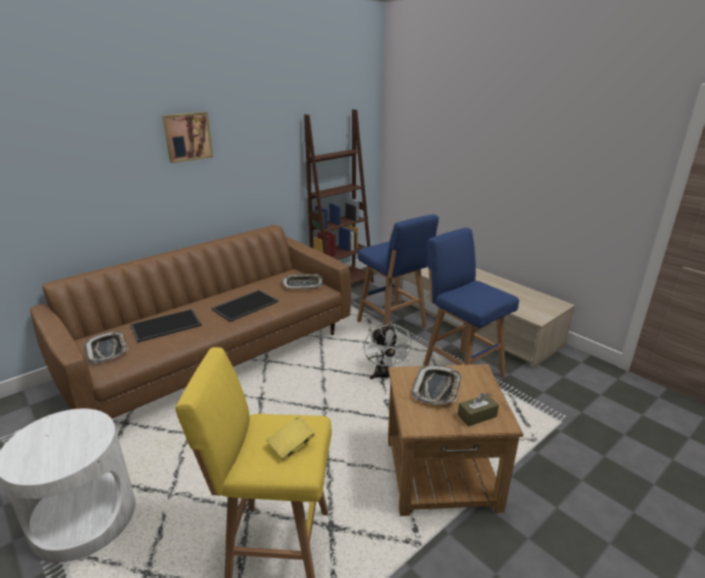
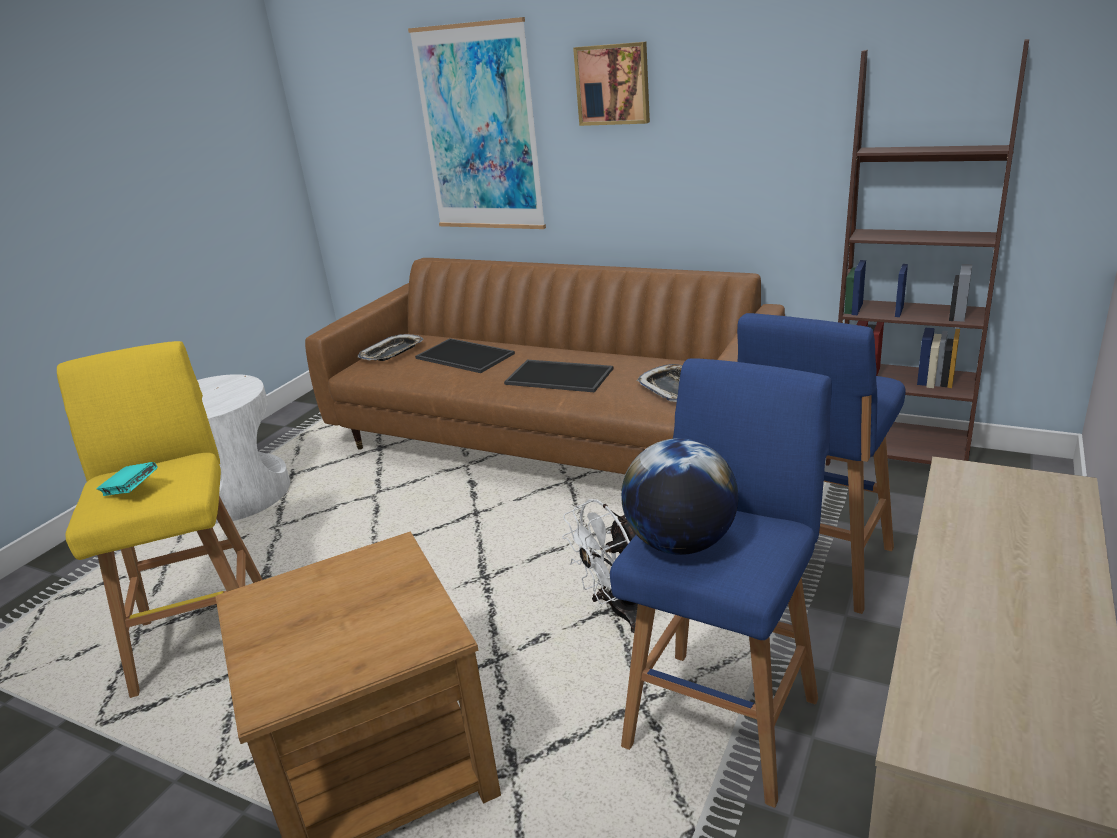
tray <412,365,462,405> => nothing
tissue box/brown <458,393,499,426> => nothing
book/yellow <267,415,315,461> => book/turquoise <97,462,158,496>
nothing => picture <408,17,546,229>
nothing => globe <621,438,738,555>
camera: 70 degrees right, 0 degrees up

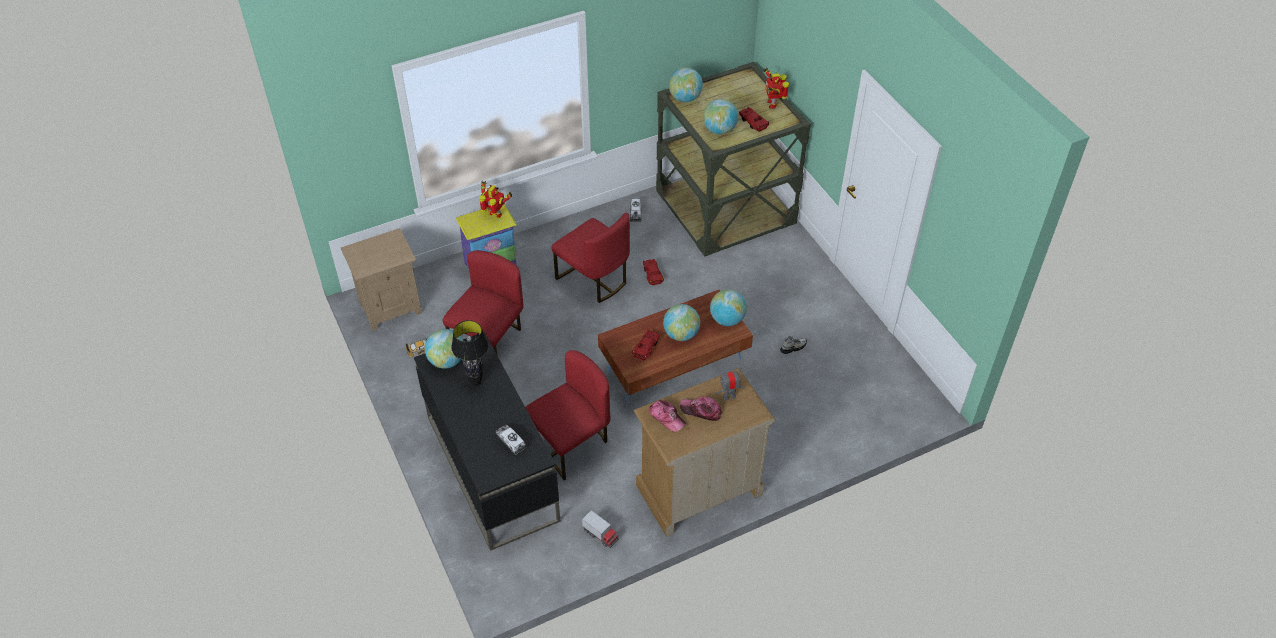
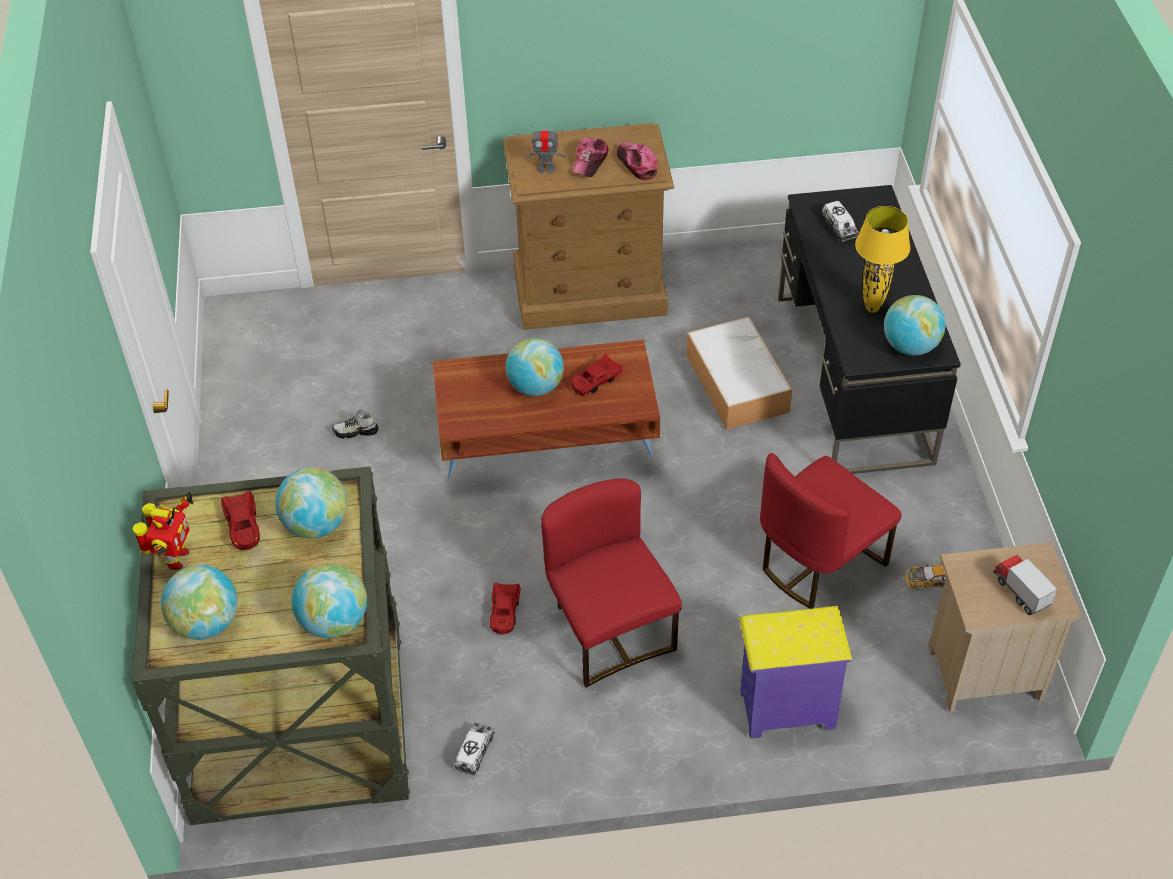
toy robot <479,181,512,218> => nothing
globe <710,290,747,326> => globe <161,565,238,640>, moved
table lamp/black <451,320,489,386> => table lamp/yellow <855,206,910,313>
chair/red <525,350,610,480> => storage box <686,317,792,430>
cap <680,396,722,421> => cap <571,138,609,177>, 75 degrees clockwise
toy truck <582,510,619,548> => toy truck <993,555,1058,615>, moved
camera: 160 degrees left, 0 degrees up

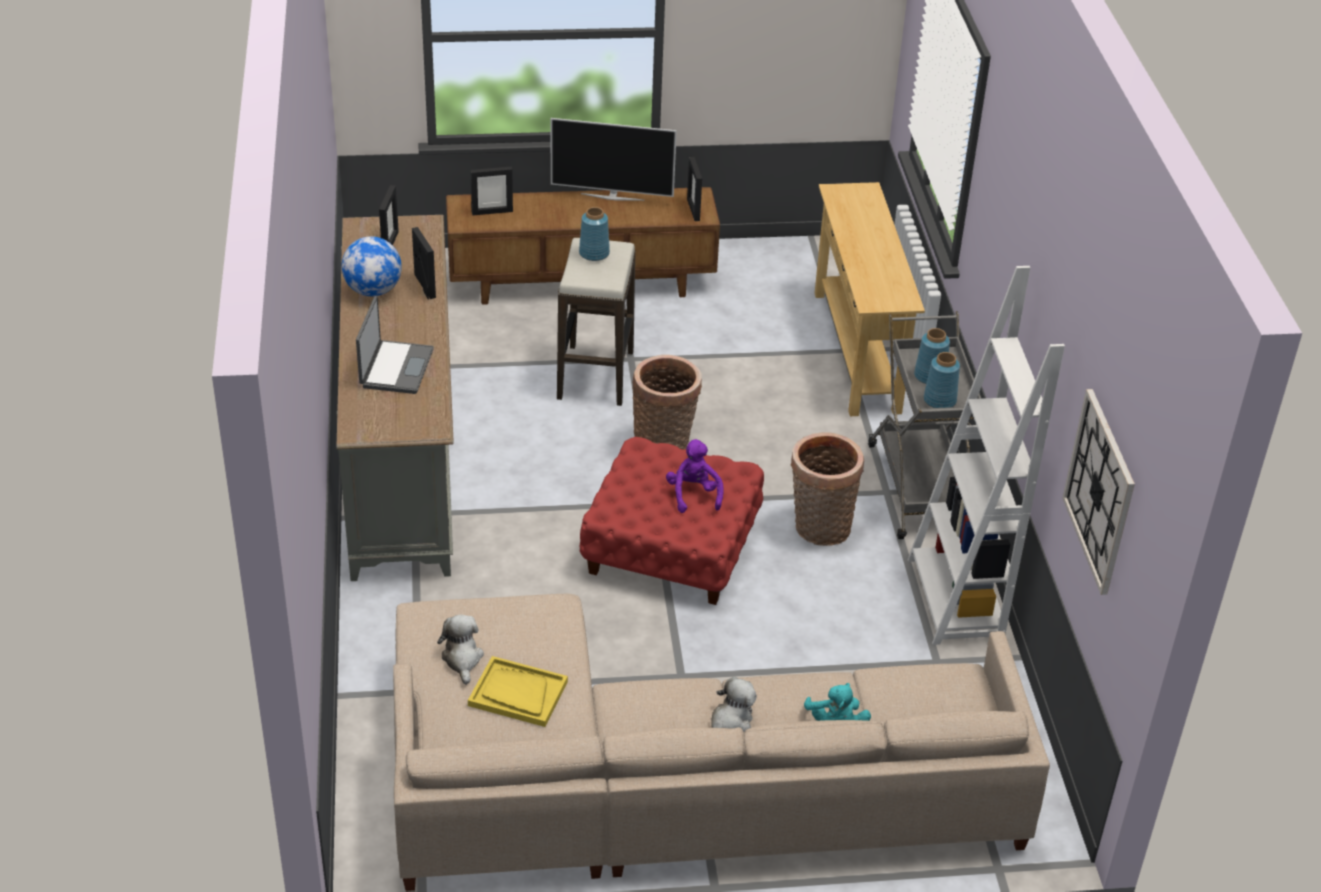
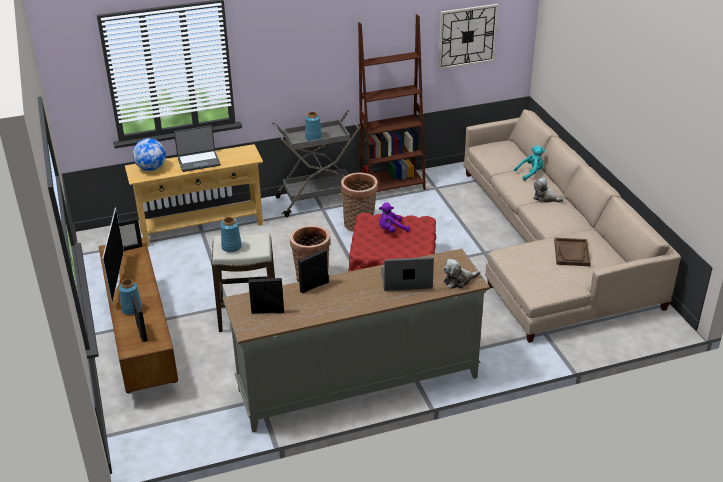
globe <342,236,402,296> => globe <133,138,166,171>, moved
bookcase/white <908,266,1065,645> => bookcase/brown <358,14,426,192>
vase/blue <924,352,960,408> => vase/blue <119,279,142,315>, moved
plush toy <437,615,484,685> => plush toy <443,259,480,289>, moved
tray/yellow <468,656,568,727> => tray/brown <554,238,591,266>
nothing => laptop <174,125,221,172>
camera: 100 degrees left, 5 degrees down

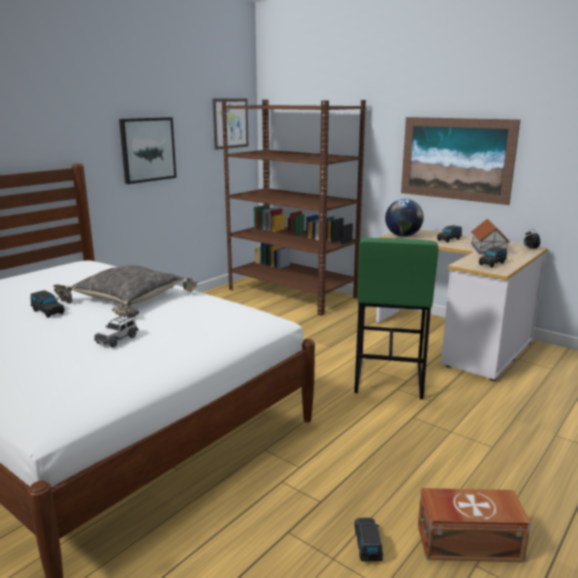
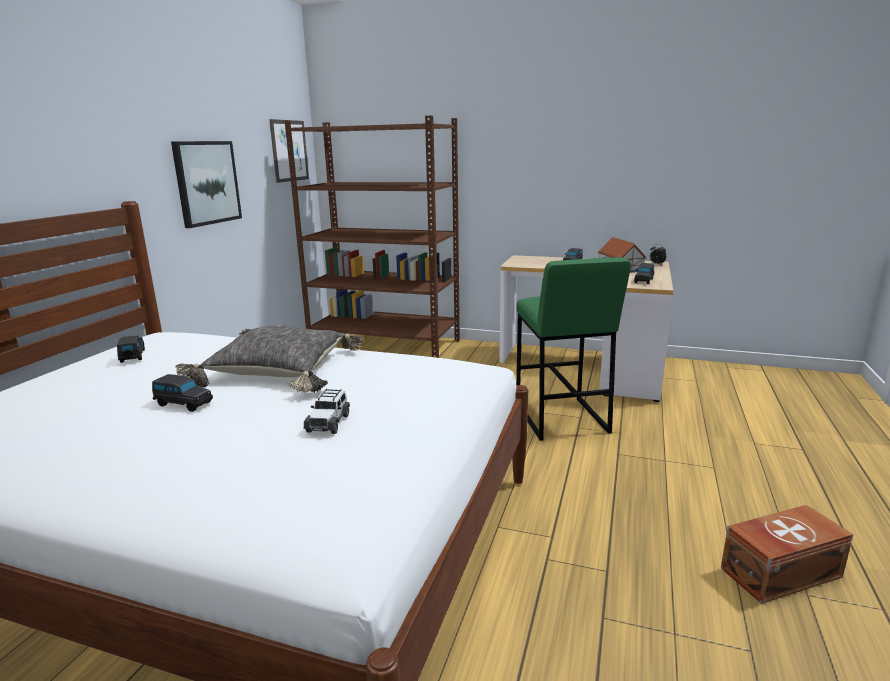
picture <401,117,520,205> => nothing
globe <385,199,424,237> => nothing
toy car/black <354,517,383,562> => toy car/black <117,335,145,363>, moved
camera: 20 degrees left, 0 degrees up

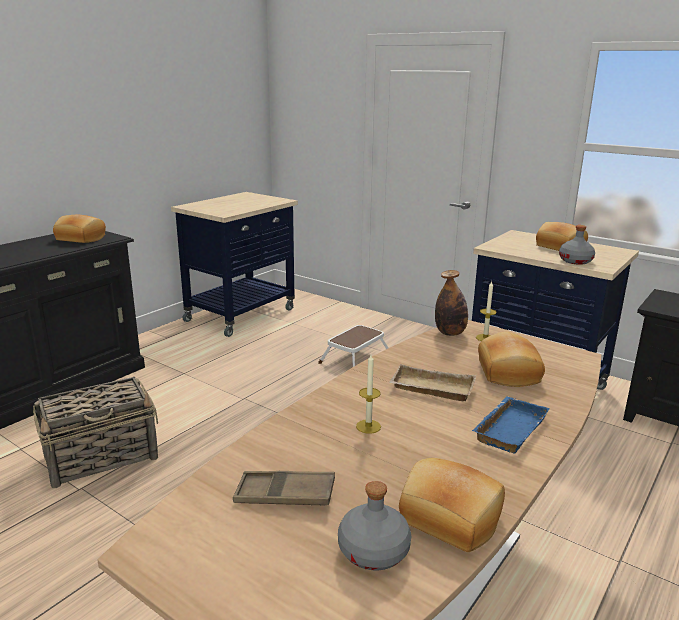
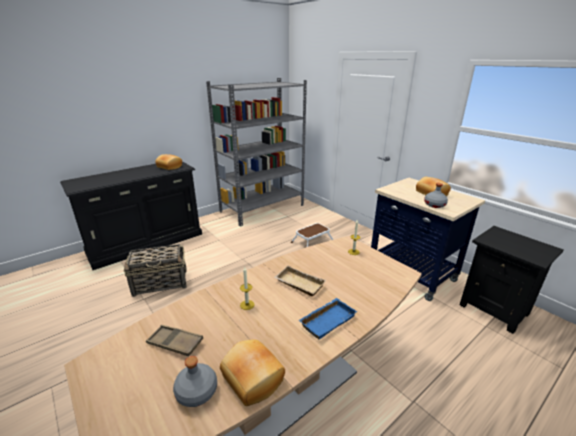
cart/blue <171,192,298,337> => bookcase/grey <206,78,307,227>
bottle <435,270,468,336> => nothing
bread <478,332,545,387> => nothing
camera: 15 degrees right, 5 degrees up

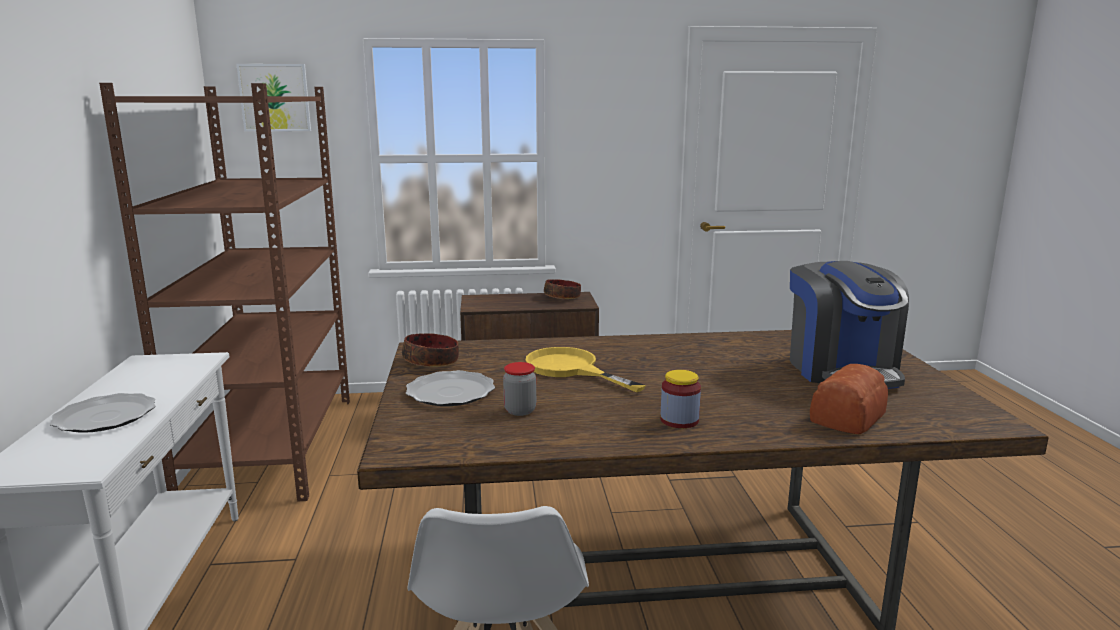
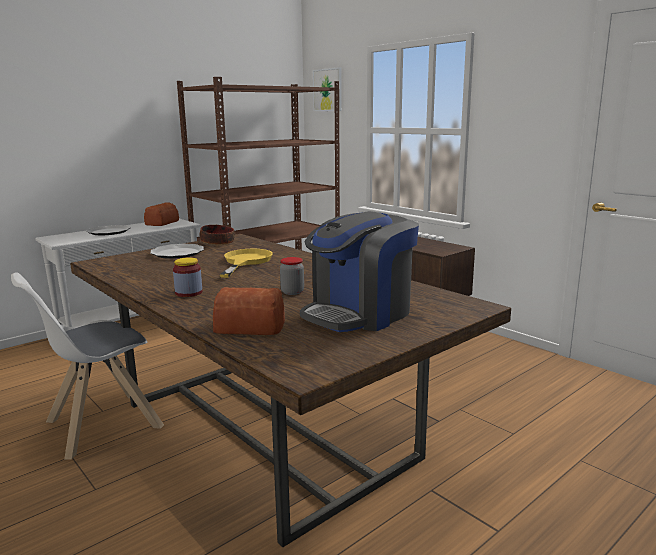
bowl <544,279,581,299> => nothing
jar <503,362,536,416> => jar <280,257,304,295>, moved
nothing => bread <144,202,179,226>
camera: 55 degrees right, 0 degrees up

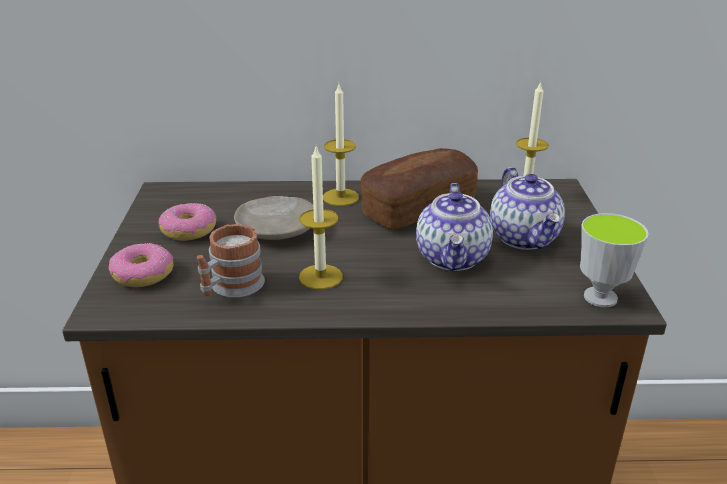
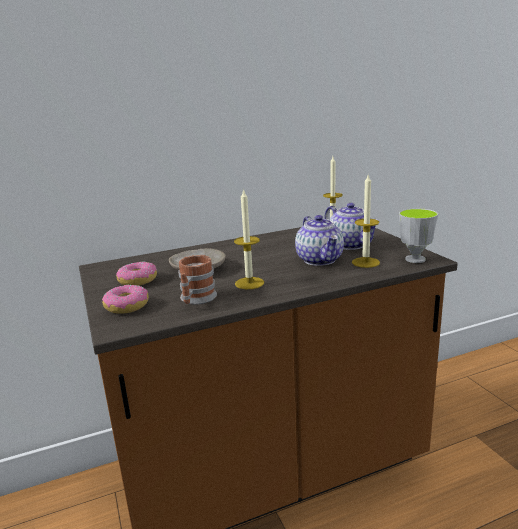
candle <323,84,359,206> => candle <352,175,380,268>, moved
bread <360,148,478,229> => nothing
camera: 20 degrees left, 10 degrees down

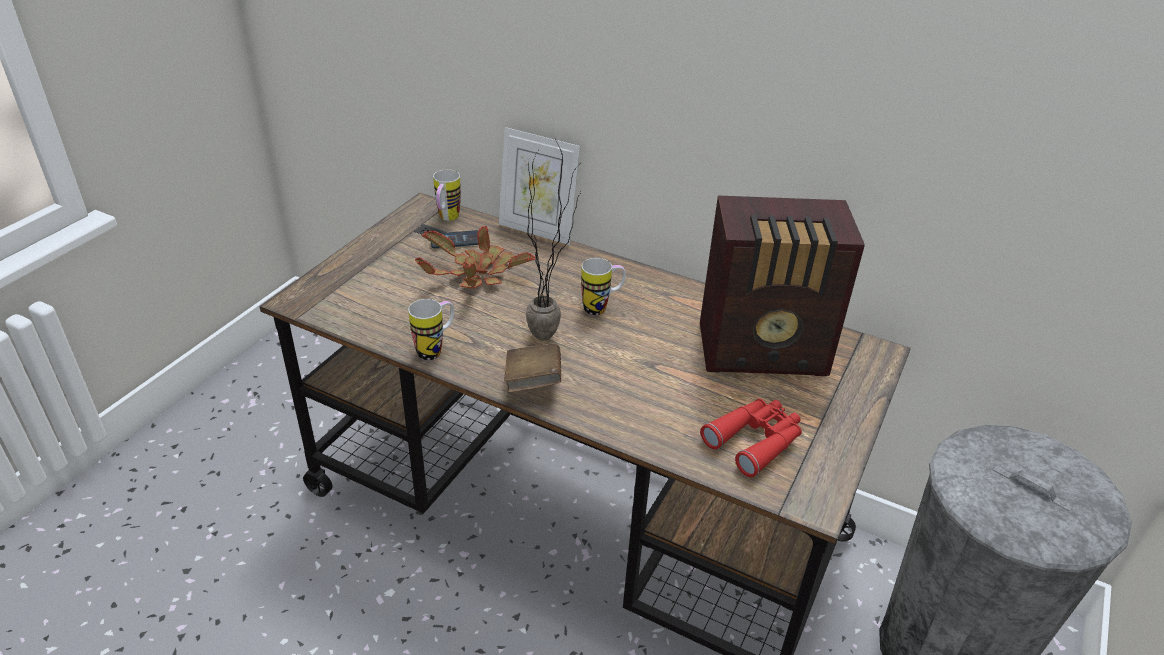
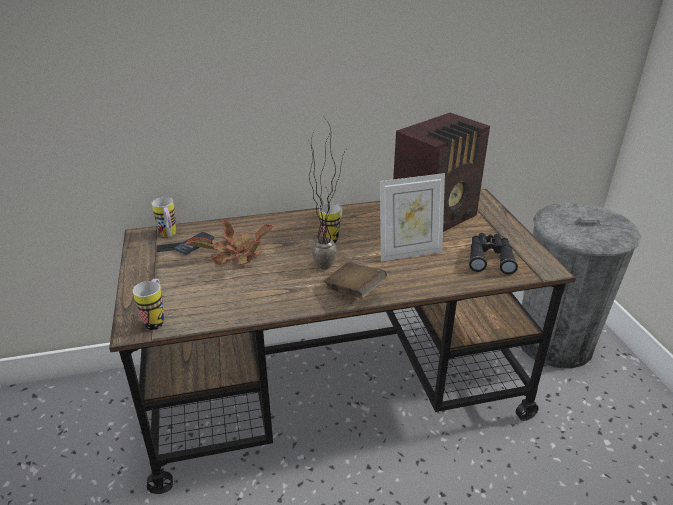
picture frame <499,127,580,245> => picture frame <380,173,445,262>, moved
mug <408,299,454,360> => mug <133,279,164,330>, moved
binoculars/red <700,399,802,477> => binoculars/black <469,233,518,275>
camera: 40 degrees left, 5 degrees down

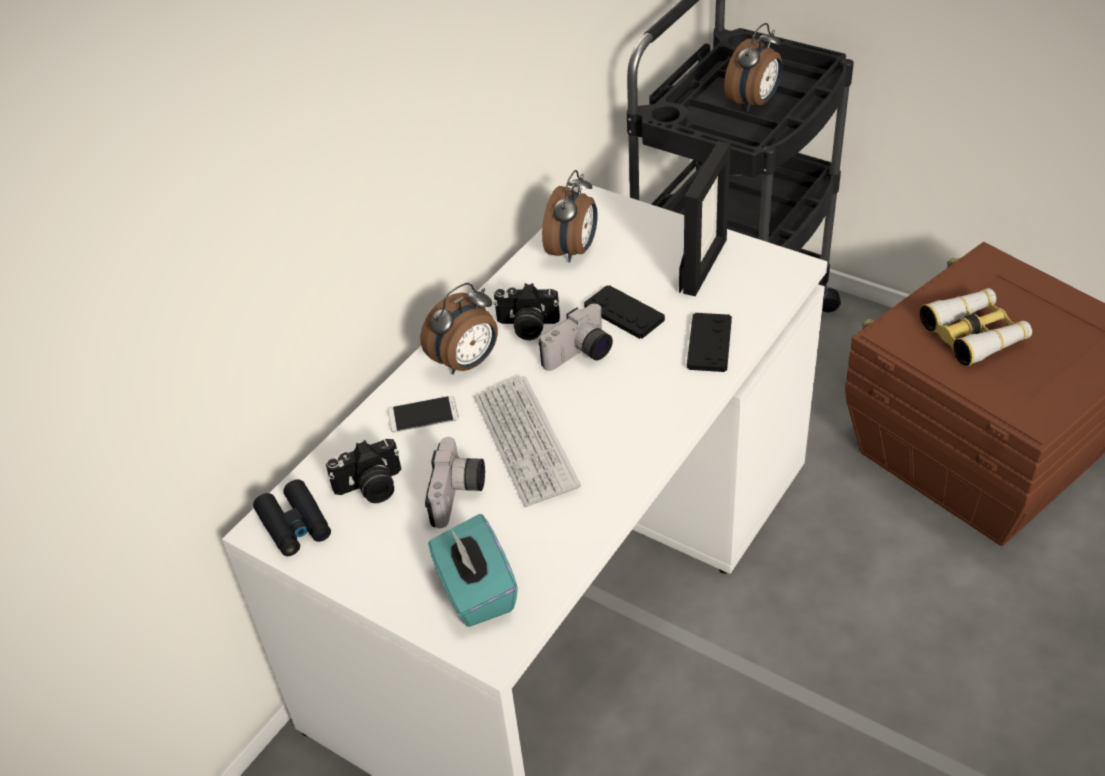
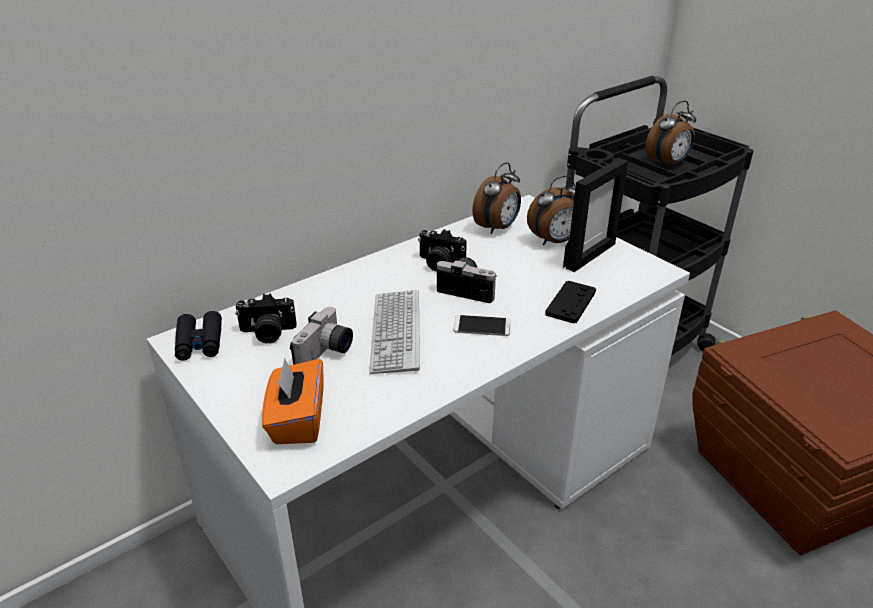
alarm clock <420,283,498,375> => alarm clock <527,176,576,245>, moved
game controller/black <584,285,665,339> => nothing
binoculars <920,288,1032,366> => nothing
photo camera <539,304,613,371> => photo camera <437,257,497,303>, 135 degrees counterclockwise
phone <388,396,459,433> => phone <453,315,511,336>, moved
tissue box/turquoise <428,514,518,627> => tissue box/orange <262,358,324,444>
camera: 15 degrees right, 10 degrees down

